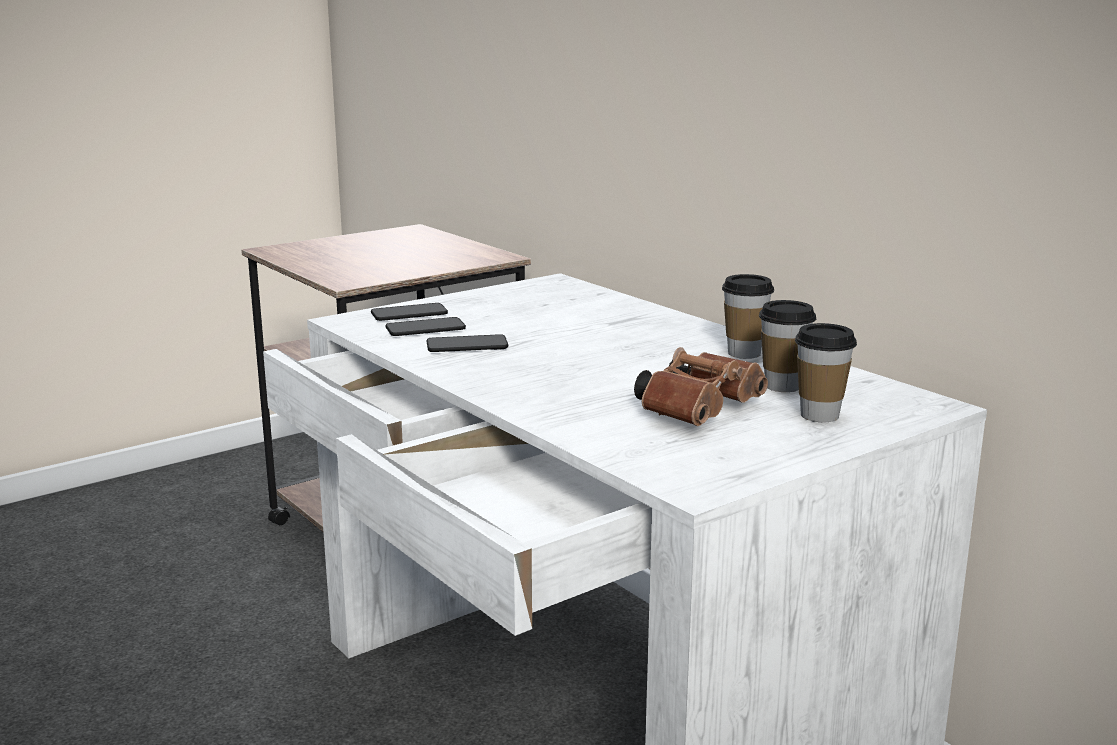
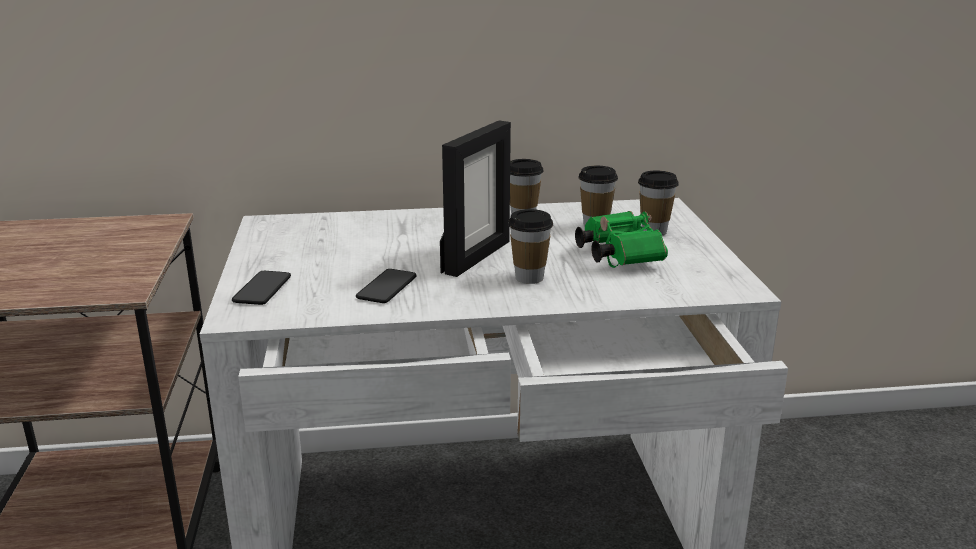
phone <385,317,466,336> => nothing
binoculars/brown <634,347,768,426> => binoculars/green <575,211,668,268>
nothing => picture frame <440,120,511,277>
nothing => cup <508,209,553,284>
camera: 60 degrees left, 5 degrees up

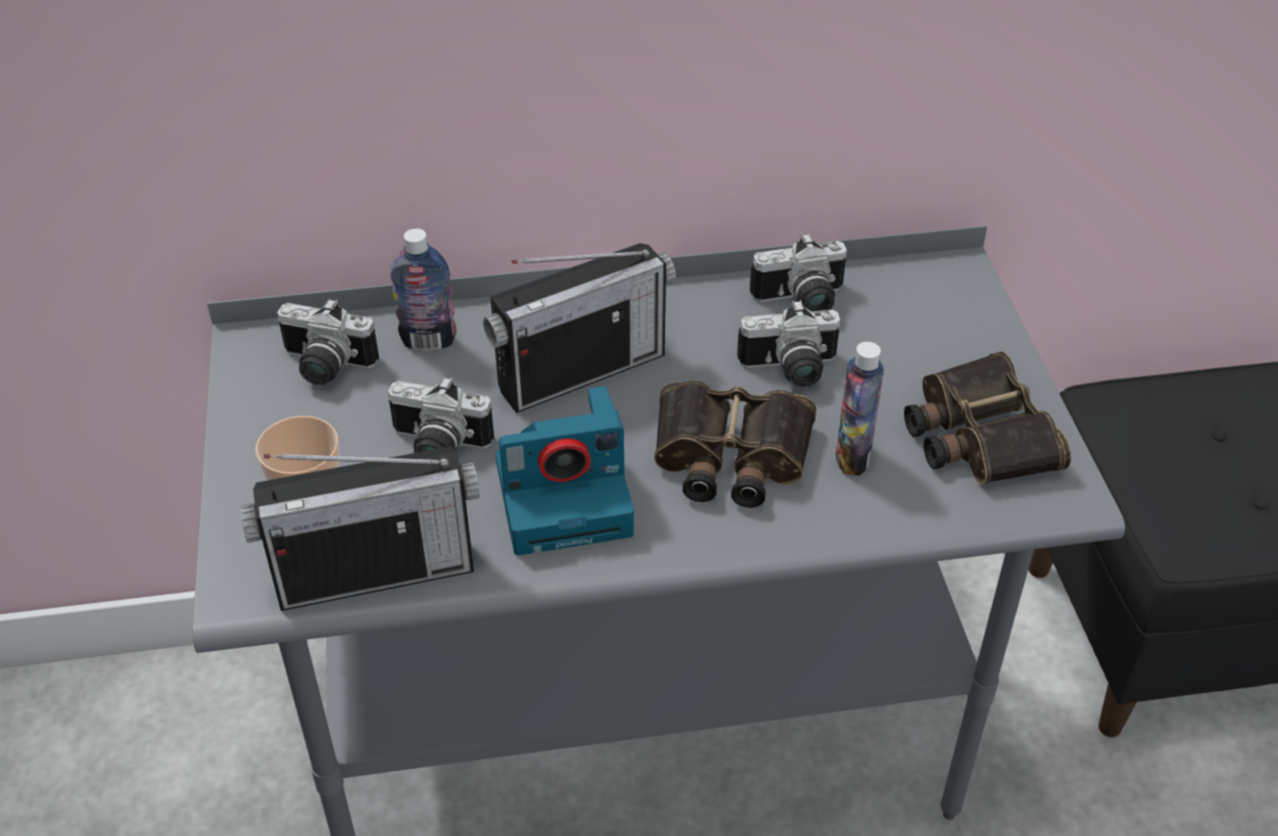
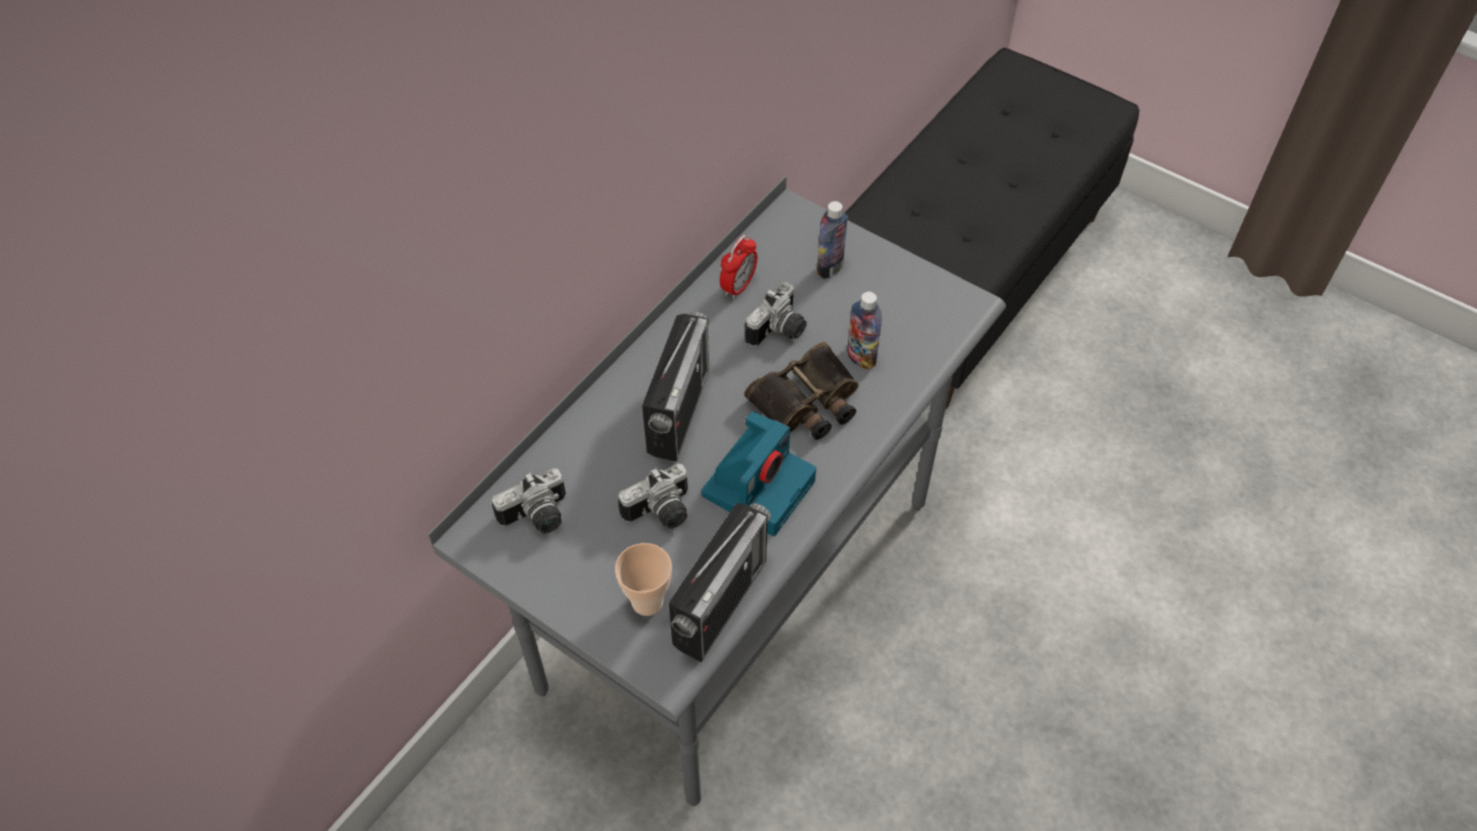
bottle <390,228,457,351> => bottle <817,201,848,279>, moved
photo camera <750,233,847,311> => alarm clock <720,235,757,299>
binoculars <904,351,1071,484> => nothing
camera: 45 degrees left, 10 degrees up

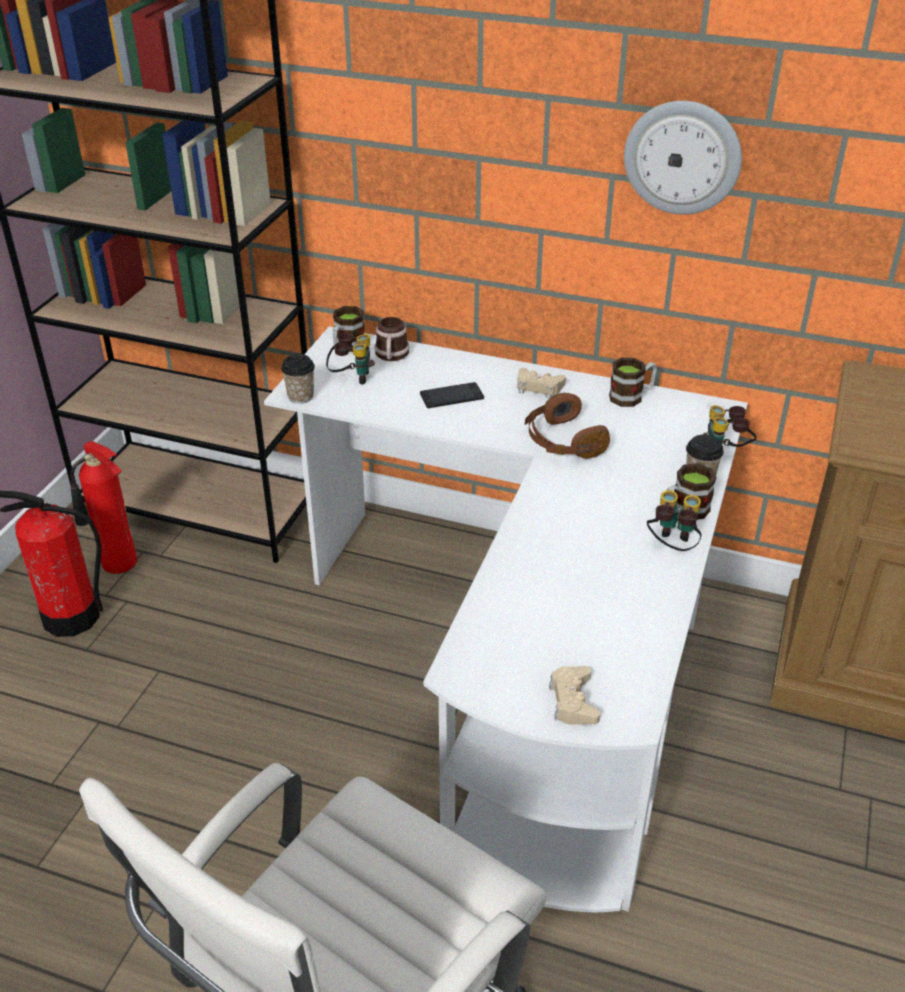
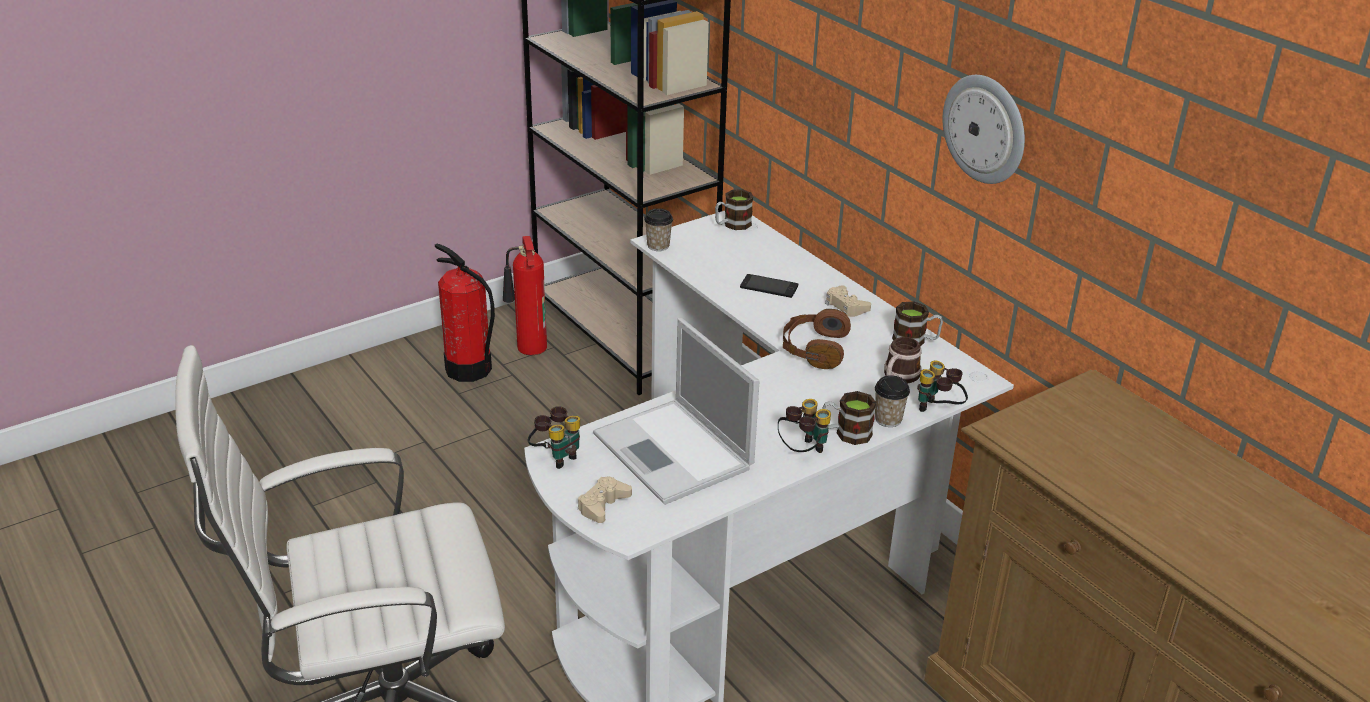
mug <374,317,410,361> => mug <884,337,922,384>, moved
binoculars <326,333,375,385> => binoculars <528,406,580,469>, moved
nothing => laptop <593,318,760,505>
camera: 35 degrees right, 5 degrees down

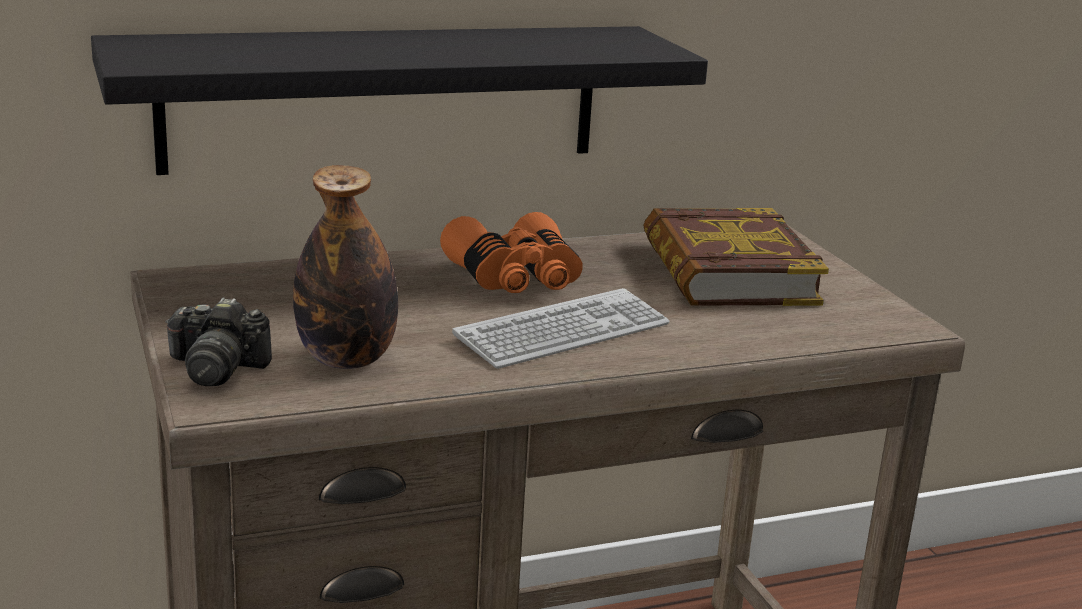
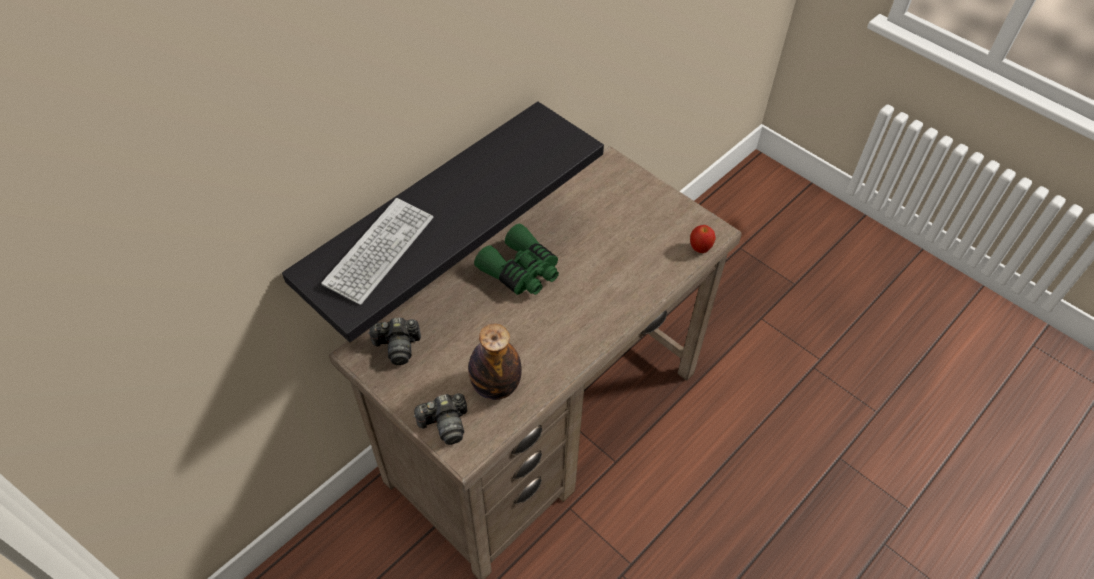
book <643,208,829,306> => nothing
binoculars/orange <440,212,583,293> => binoculars/green <474,224,559,295>
keyboard <452,288,669,369> => keyboard <322,198,433,305>, moved
nothing => apple <690,225,716,253>
nothing => photo camera <368,318,421,365>
camera: 25 degrees left, 30 degrees up

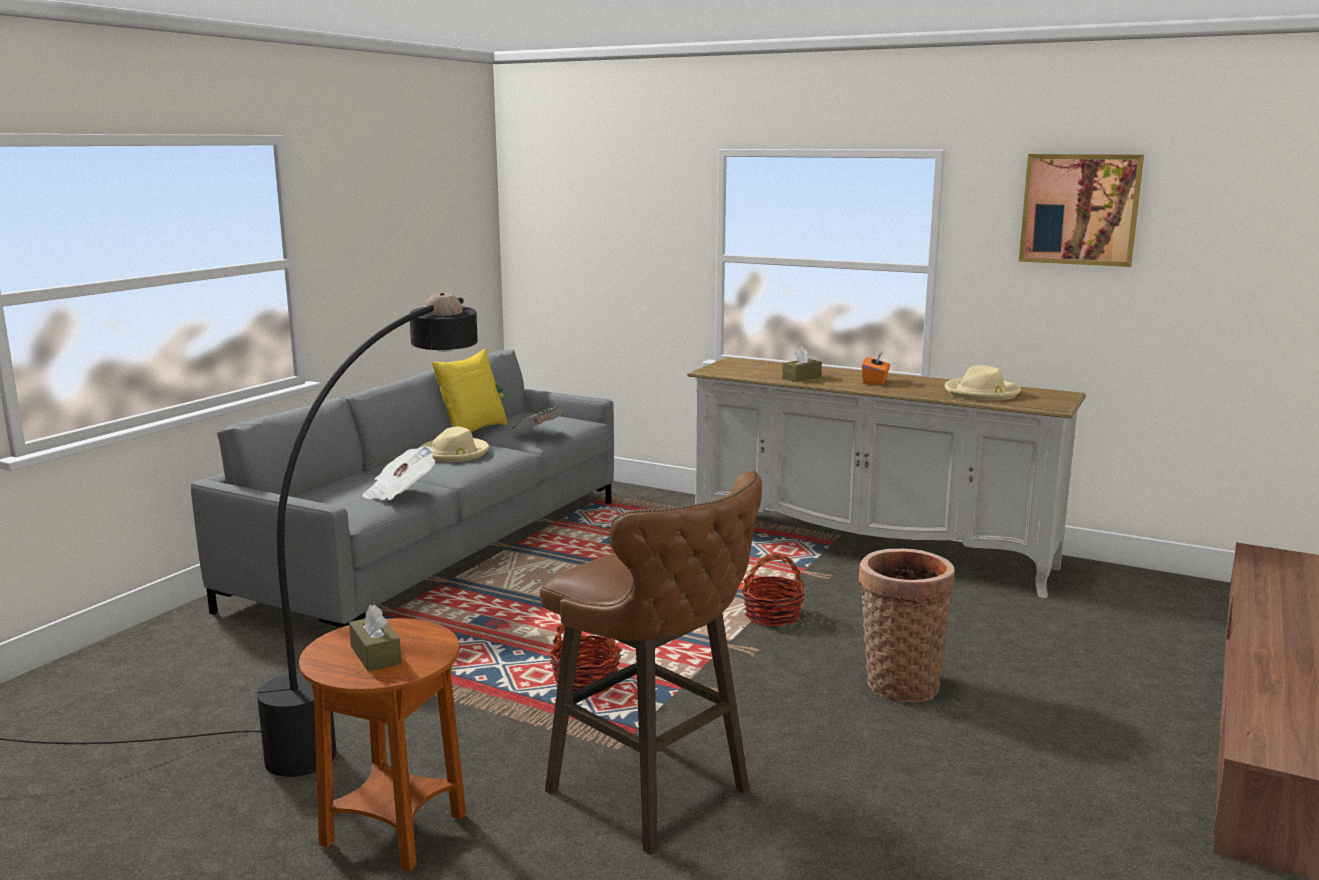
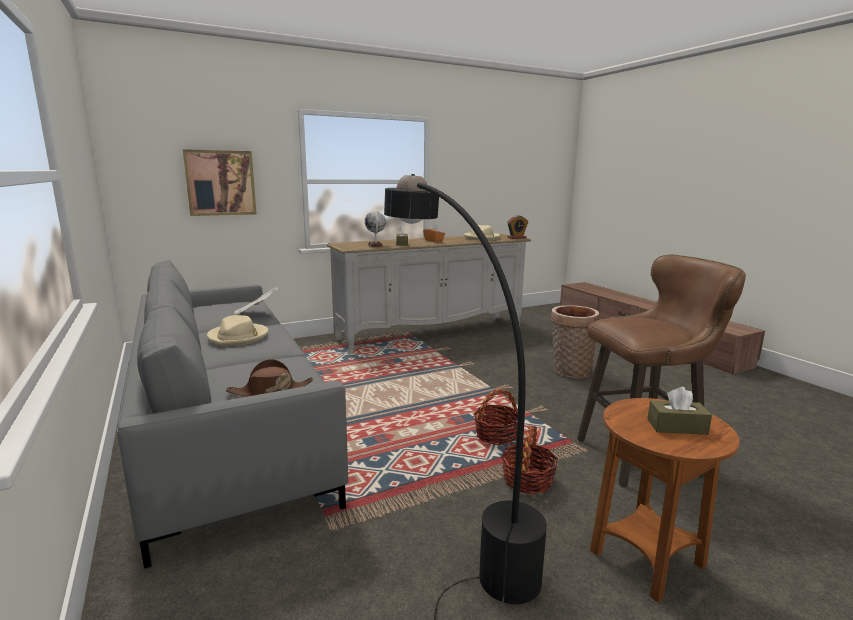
picture <1019,154,1144,267> => picture <183,149,257,216>, moved
pillow/yellow <432,349,507,432> => nothing
newspaper <362,446,435,500> => nothing
basket <742,553,805,627> => basket <501,425,558,495>, moved
nothing => globe <365,210,386,247>
nothing => alarm clock <507,215,528,239>
nothing => hat/brown <226,359,313,397>
camera: 55 degrees left, 0 degrees up

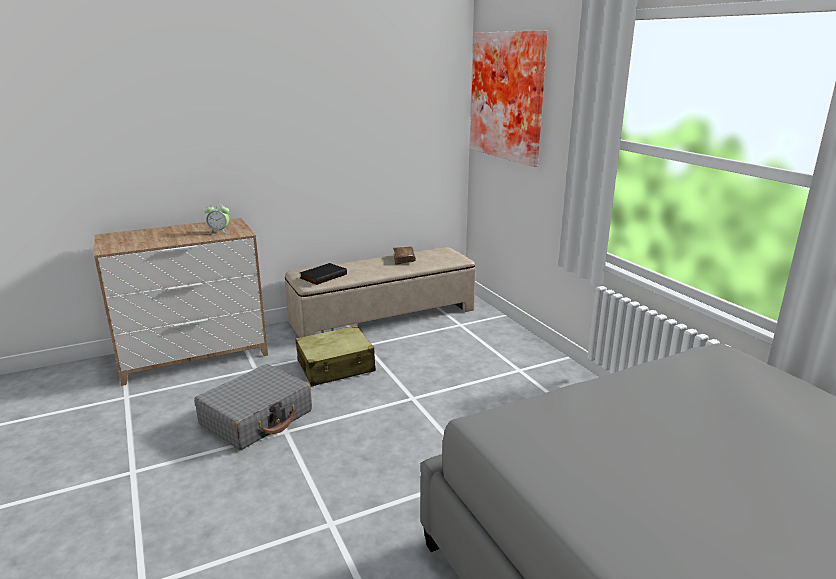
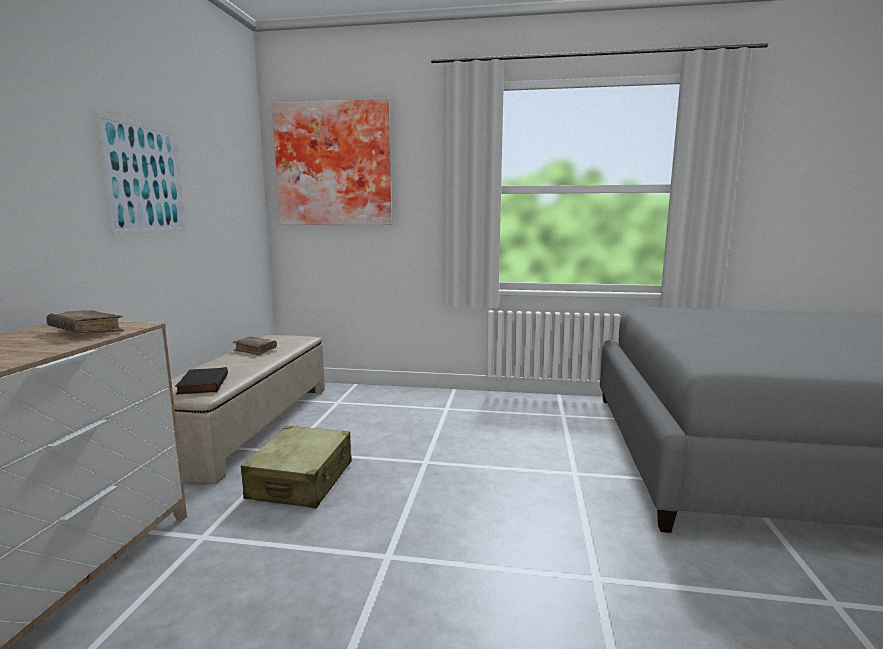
alarm clock <204,202,229,234> => book/brown <46,310,124,334>
suitcase/grey <194,364,312,450> => nothing
nothing => picture <94,111,186,234>
camera: 55 degrees left, 10 degrees down

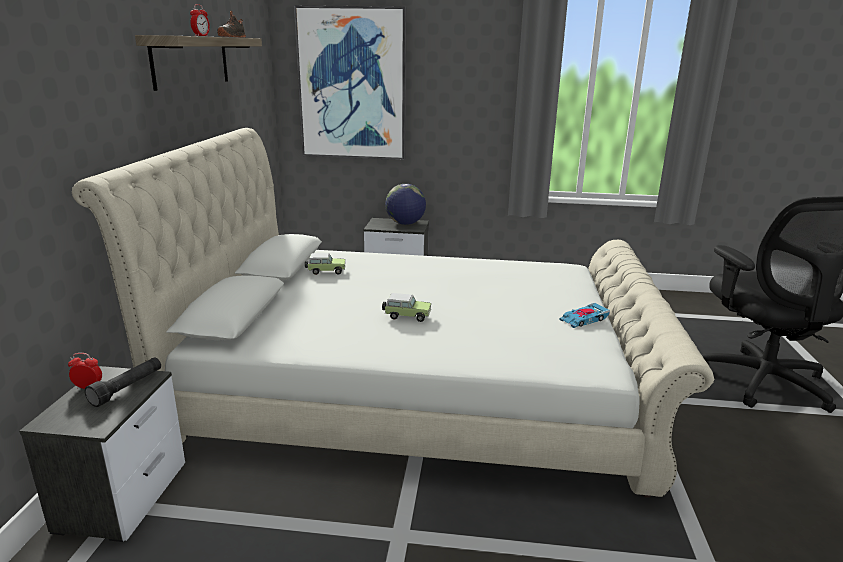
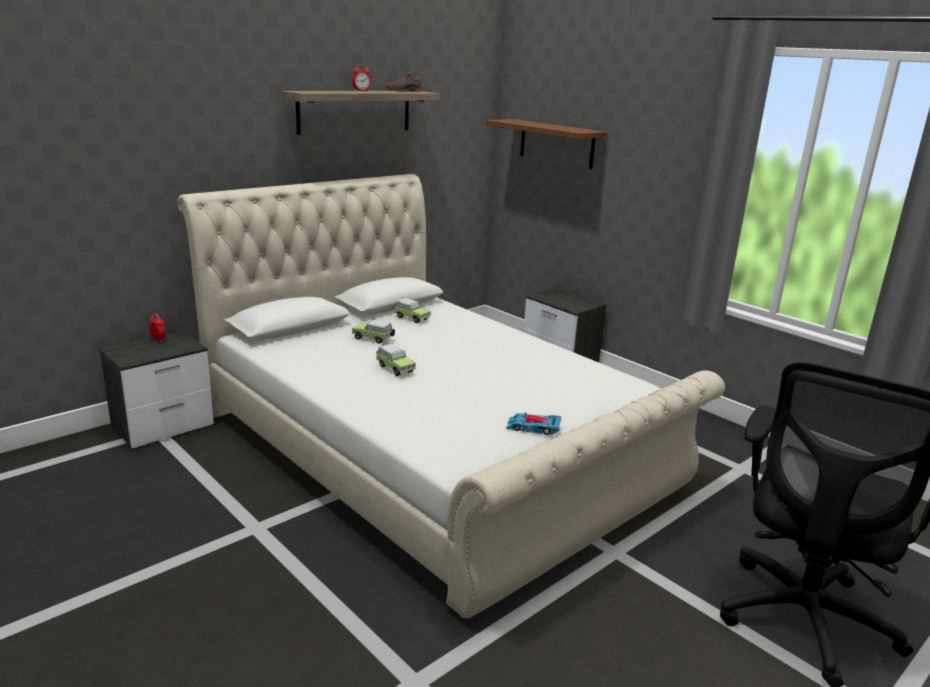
picture <294,5,406,160> => shelf/brown <486,119,608,169>
globe <385,184,426,225> => nothing
flashlight/black <85,357,161,407> => nothing
nothing => toy car <352,320,395,344>
camera: 40 degrees right, 0 degrees up

